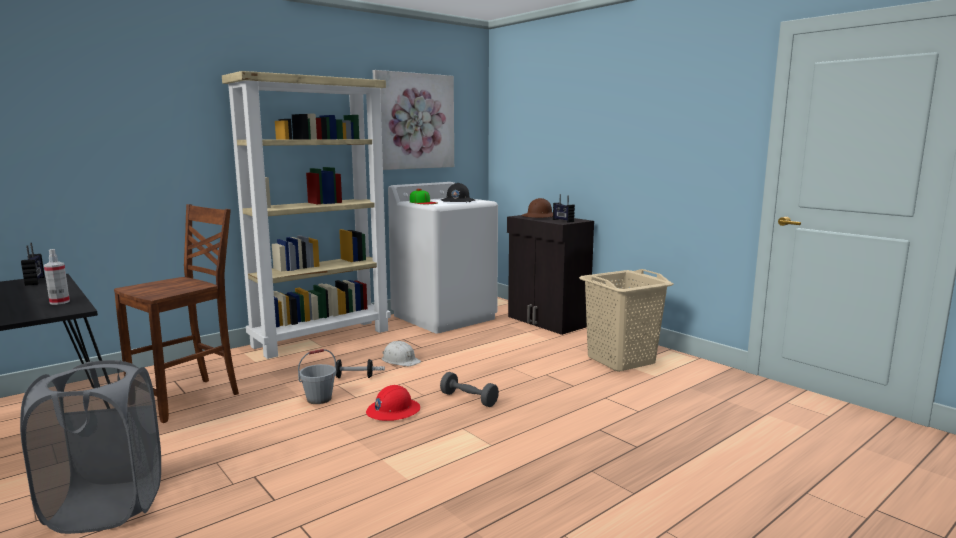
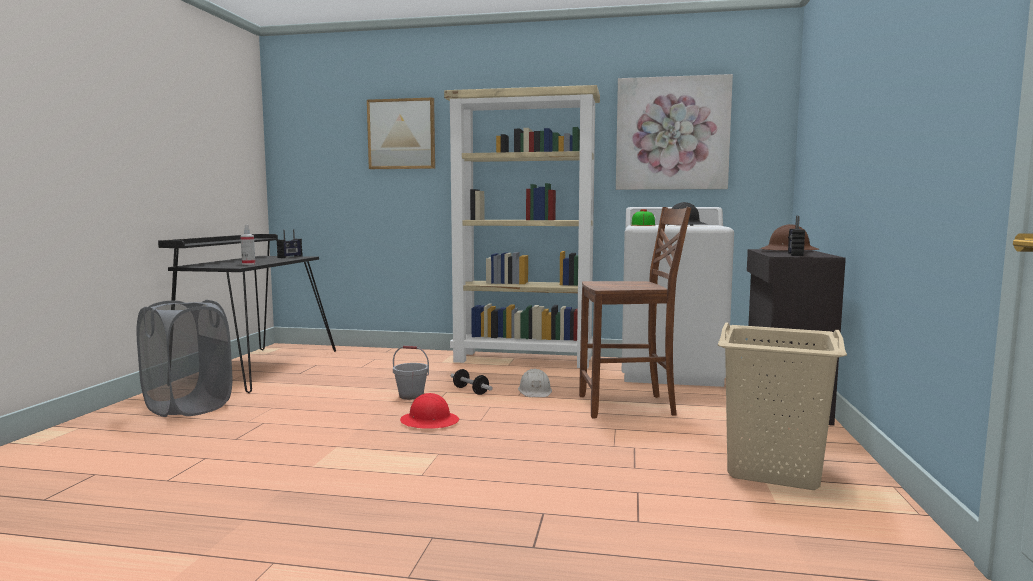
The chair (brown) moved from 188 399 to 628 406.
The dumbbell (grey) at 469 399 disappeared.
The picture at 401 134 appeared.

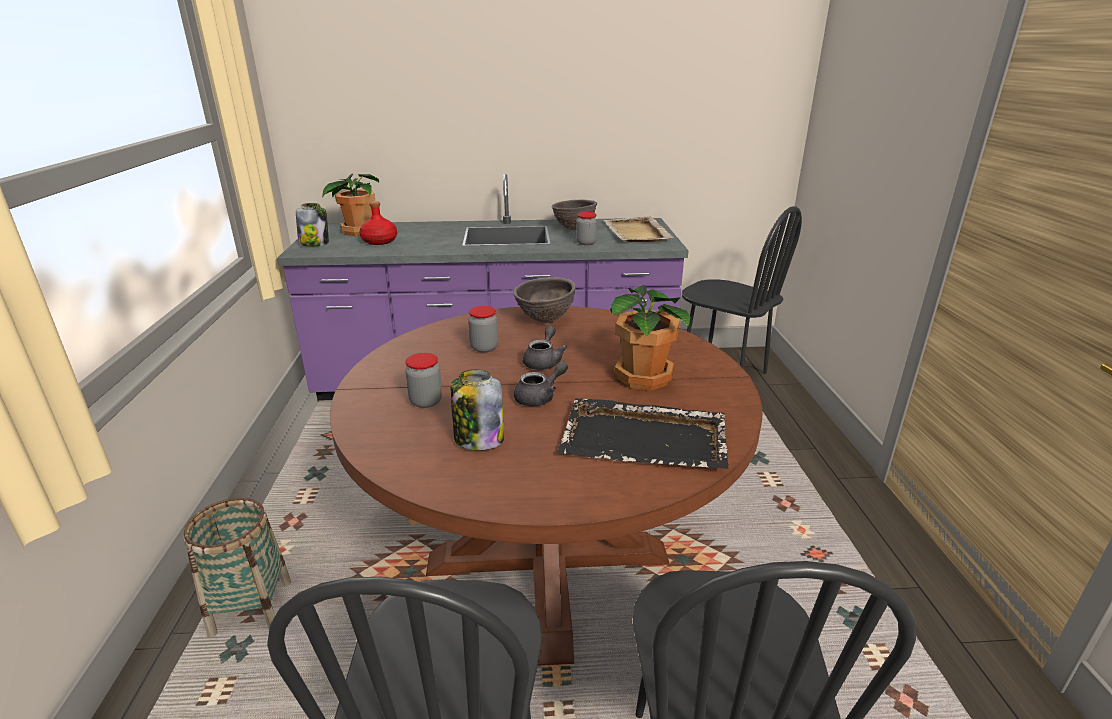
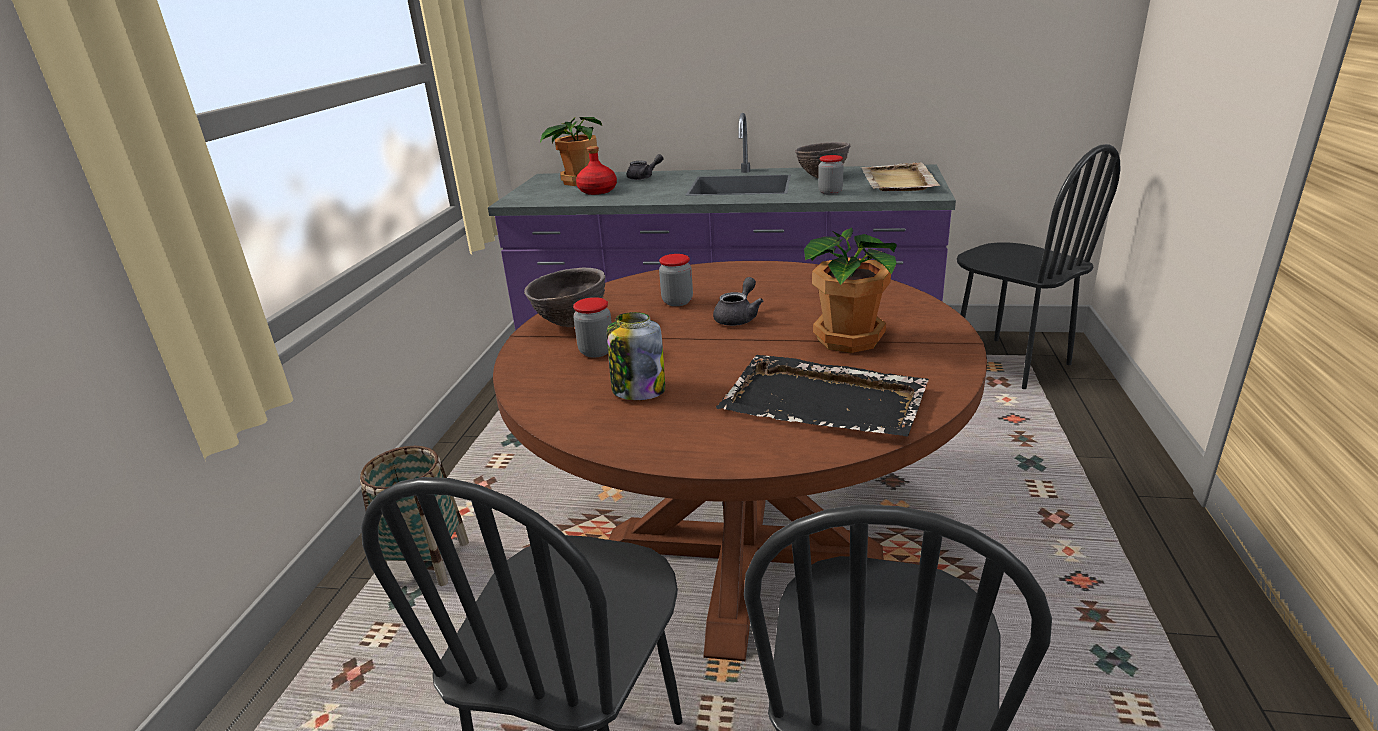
The jar at 315 243 disappeared.
The bowl (brown) moved from 545 320 to 571 324.
The teapot (grey) moved from 540 397 to 644 177.

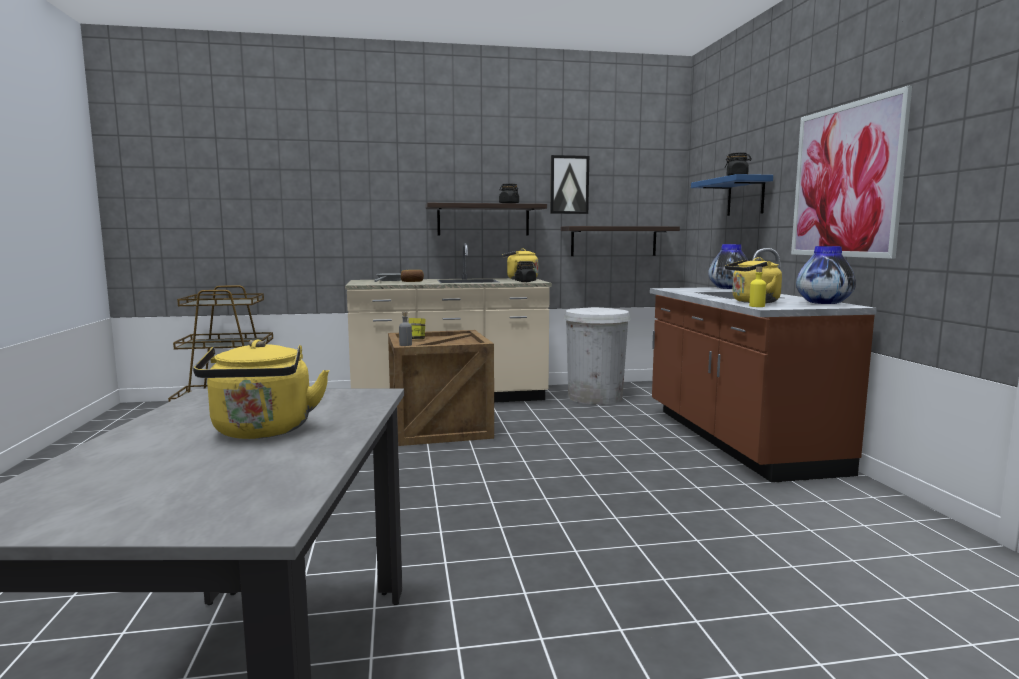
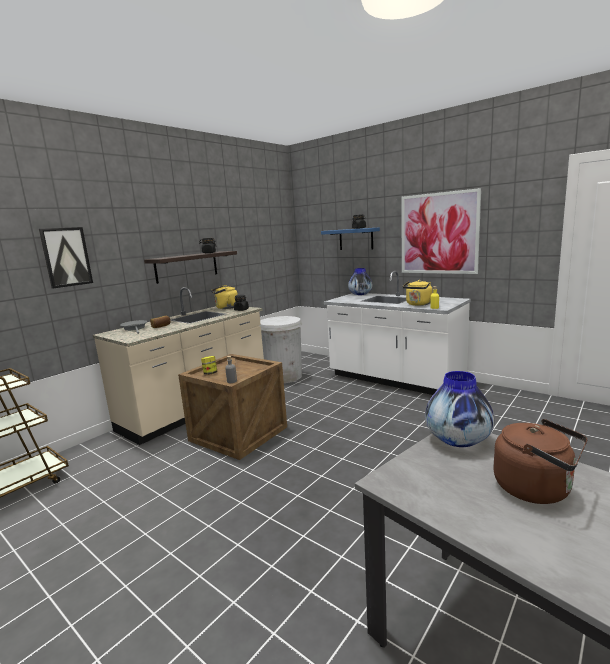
The kettle (yellow) at 262 432 became the kettle (brown) at 536 489.
The picture moved from 569 185 to 66 257.
The shelf at 613 241 disappeared.
The counter (brown) at 736 439 became the counter (white) at 394 379.
The vase moved from 823 303 to 458 440.

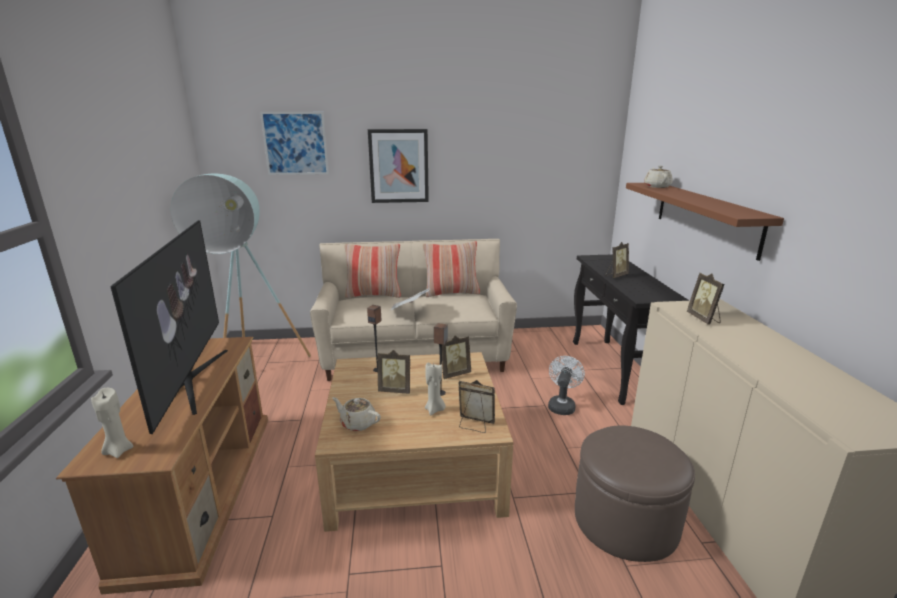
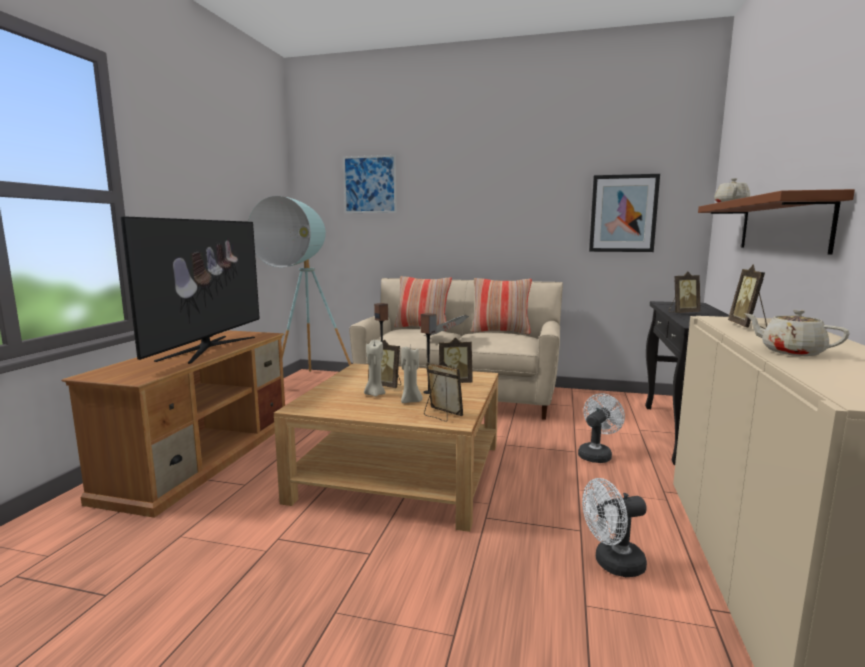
The candle (beige) moved from 118 451 to 374 394.
The teapot (beige) moved from 357 423 to 790 352.
The picture moved from 399 166 to 623 213.
The ottoman (brown) at 625 520 was replaced by the fan (white) at 612 564.

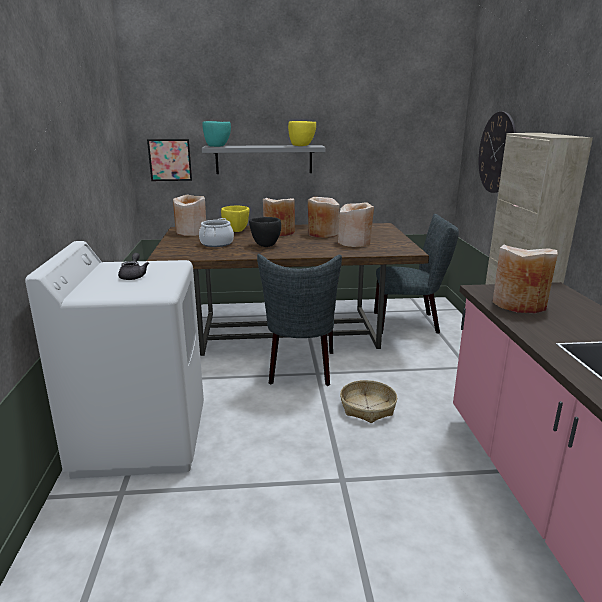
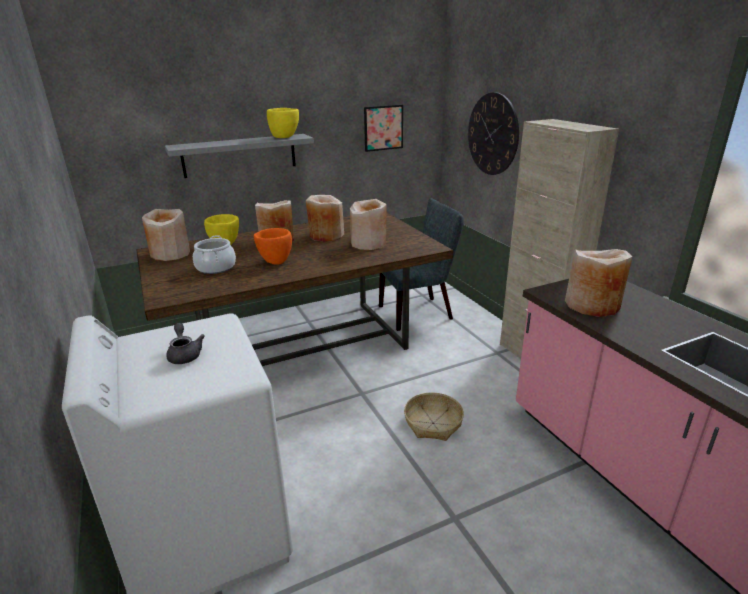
The picture moved from 170 160 to 383 128.
The bowl (turquoise) at 217 146 disappeared.
The bowl (black) at 265 245 became the bowl (orange) at 275 261.
The chair (grey) at 301 370 disappeared.

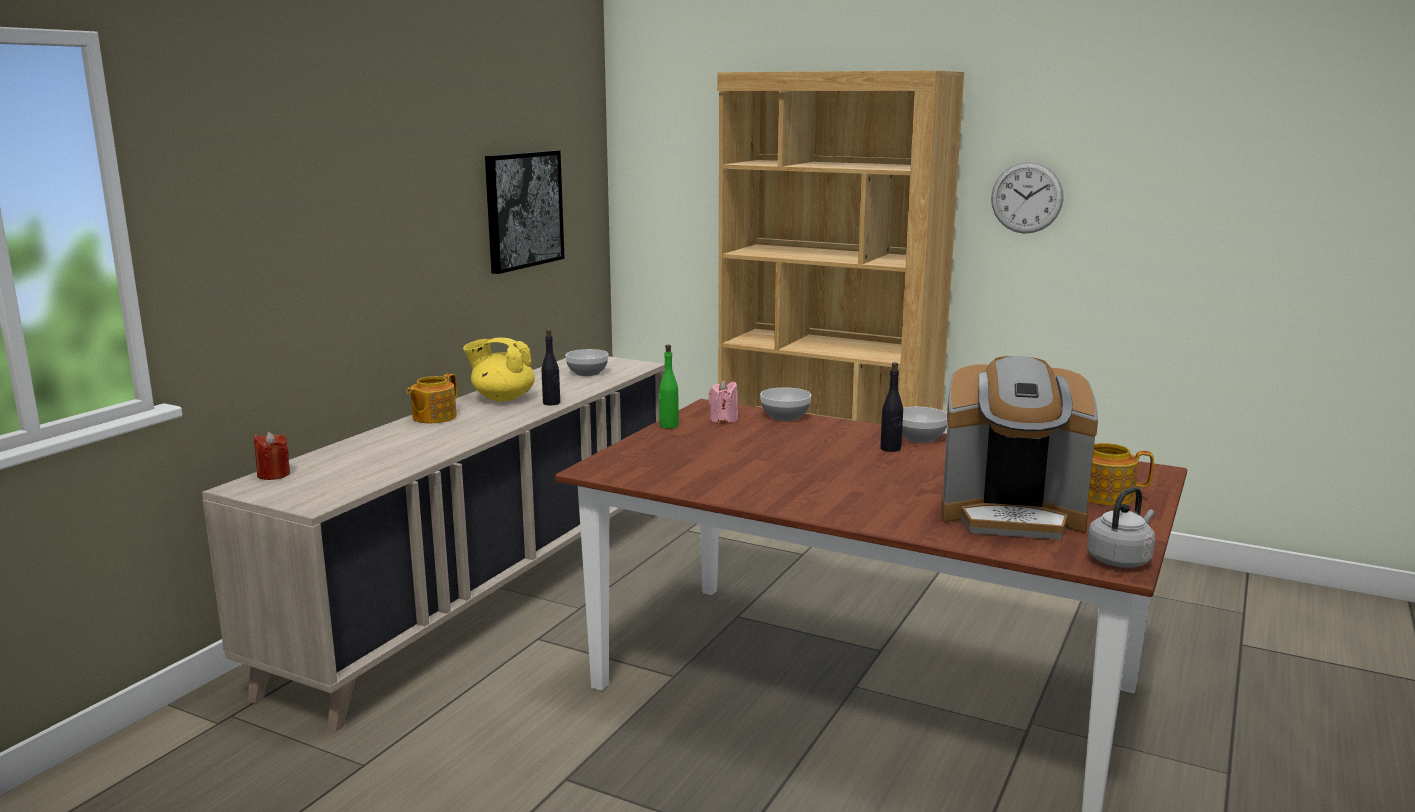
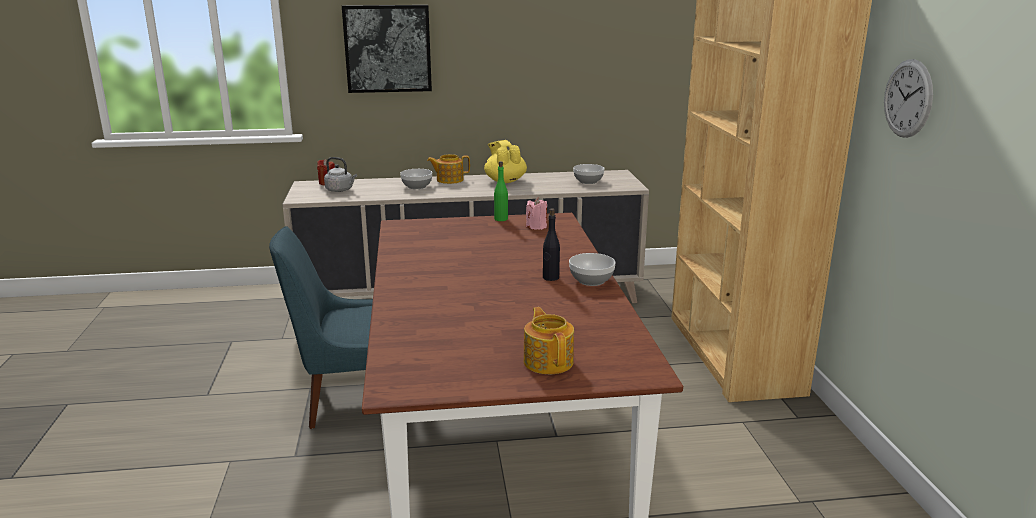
The picture moved from 523 210 to 388 48.
The bottle (black) at 551 403 disappeared.
The bowl moved from 785 416 to 417 186.
The coffee machine at 1012 515 disappeared.
The kettle (grey) moved from 1120 559 to 340 190.
The chair (blue) at 349 400 appeared.

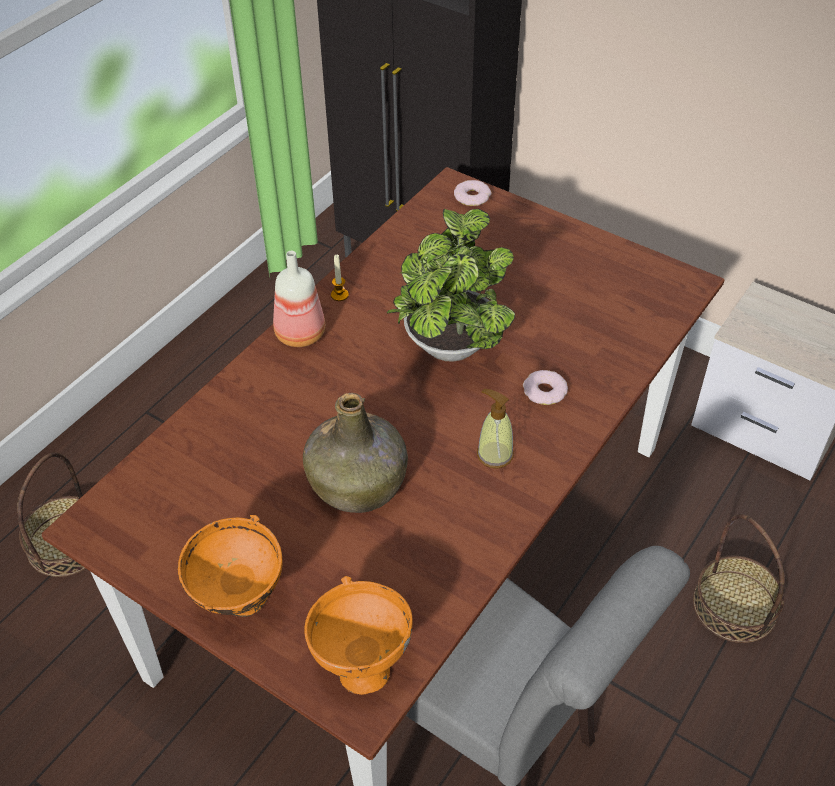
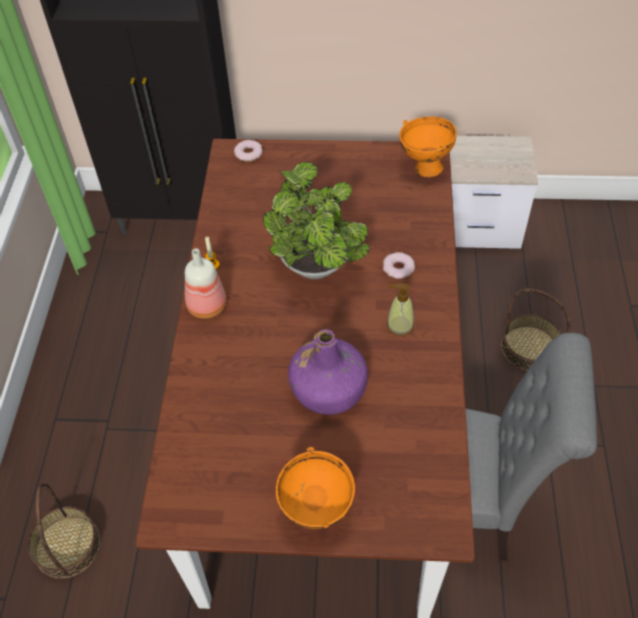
The bottle (green) at 358 482 became the bottle (purple) at 329 389.
The bowl (orange) moved from 361 662 to 423 166.

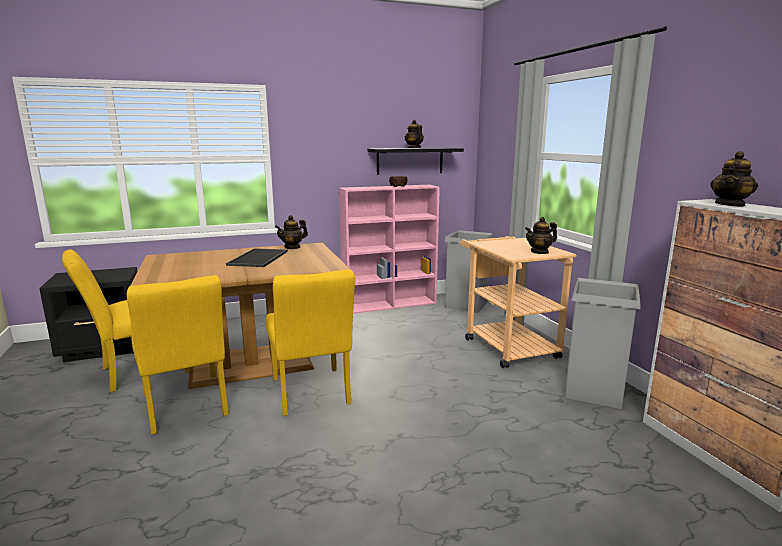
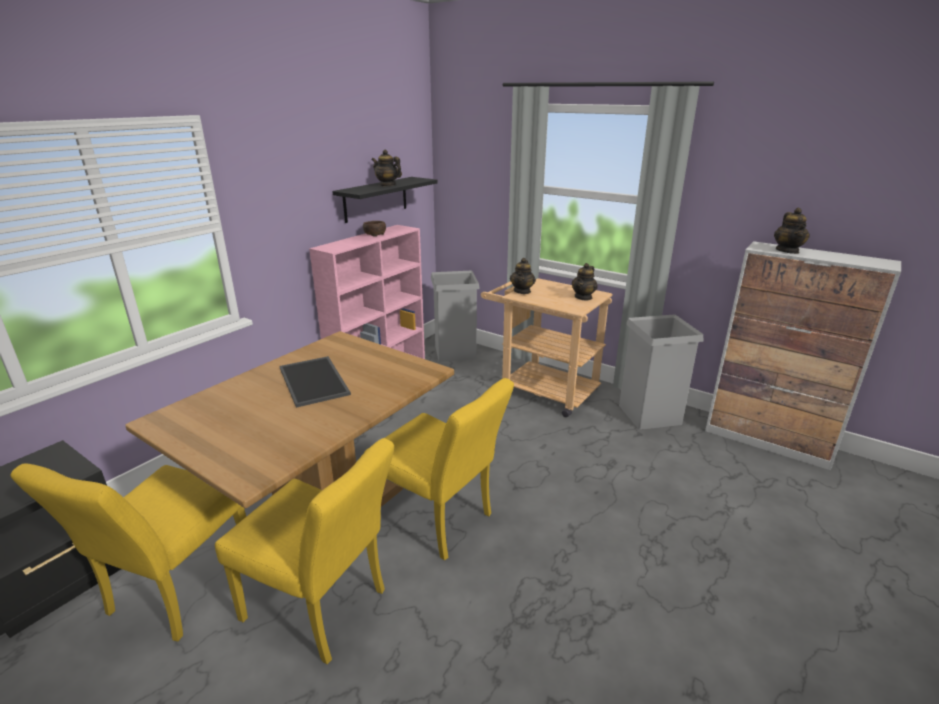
The teapot moved from 292 247 to 522 291.

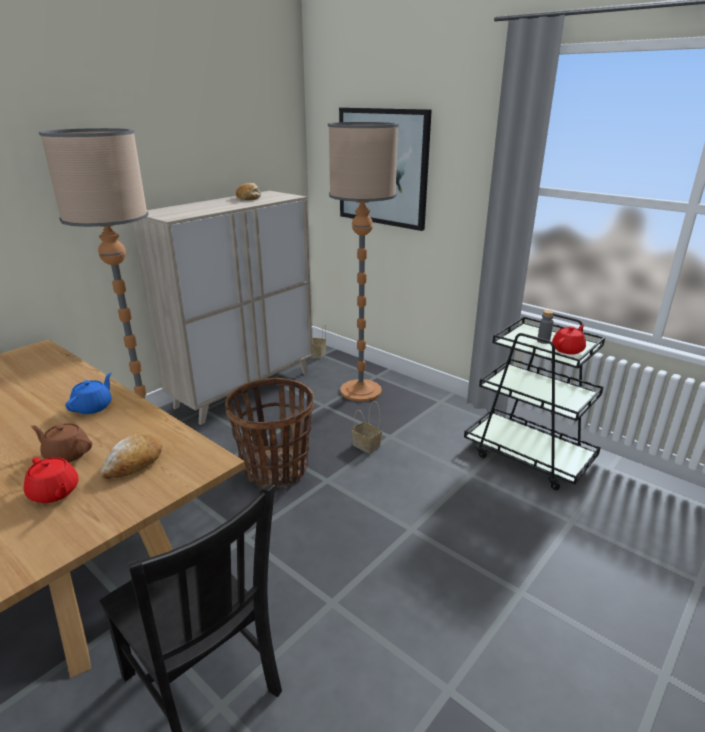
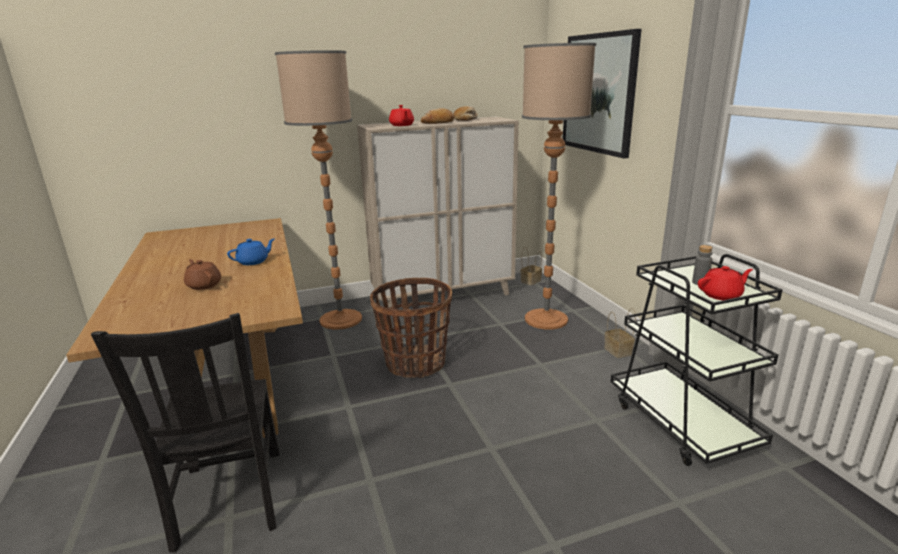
The teapot (red) moved from 54 492 to 402 125.
The bread moved from 134 463 to 438 122.
The basket moved from 367 445 to 618 351.

